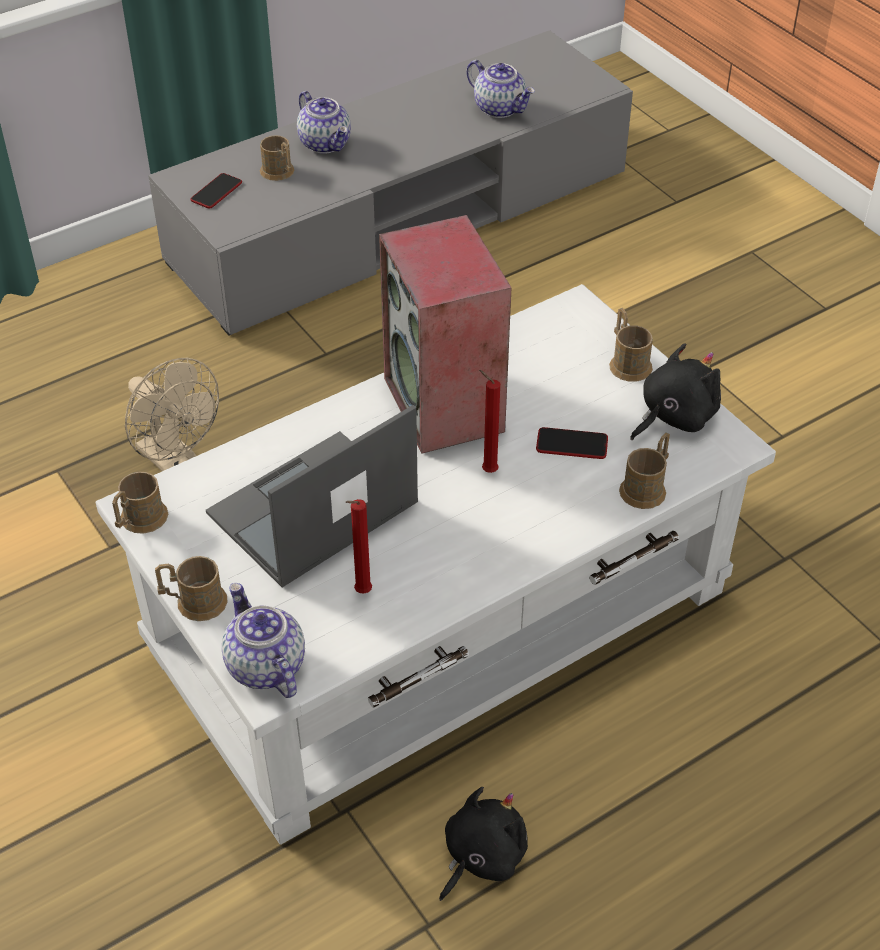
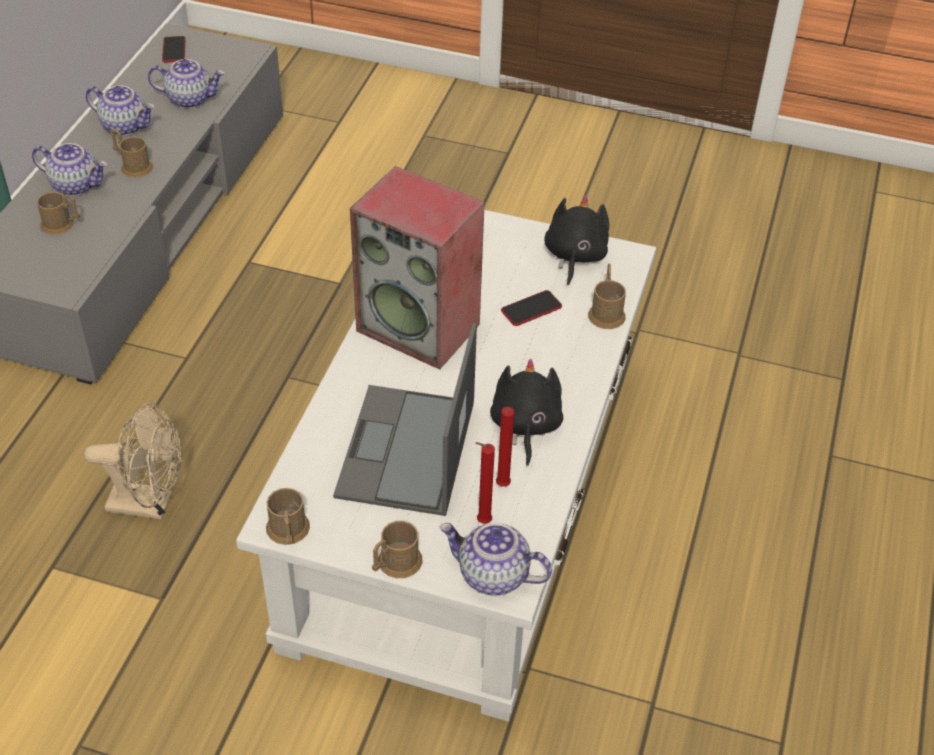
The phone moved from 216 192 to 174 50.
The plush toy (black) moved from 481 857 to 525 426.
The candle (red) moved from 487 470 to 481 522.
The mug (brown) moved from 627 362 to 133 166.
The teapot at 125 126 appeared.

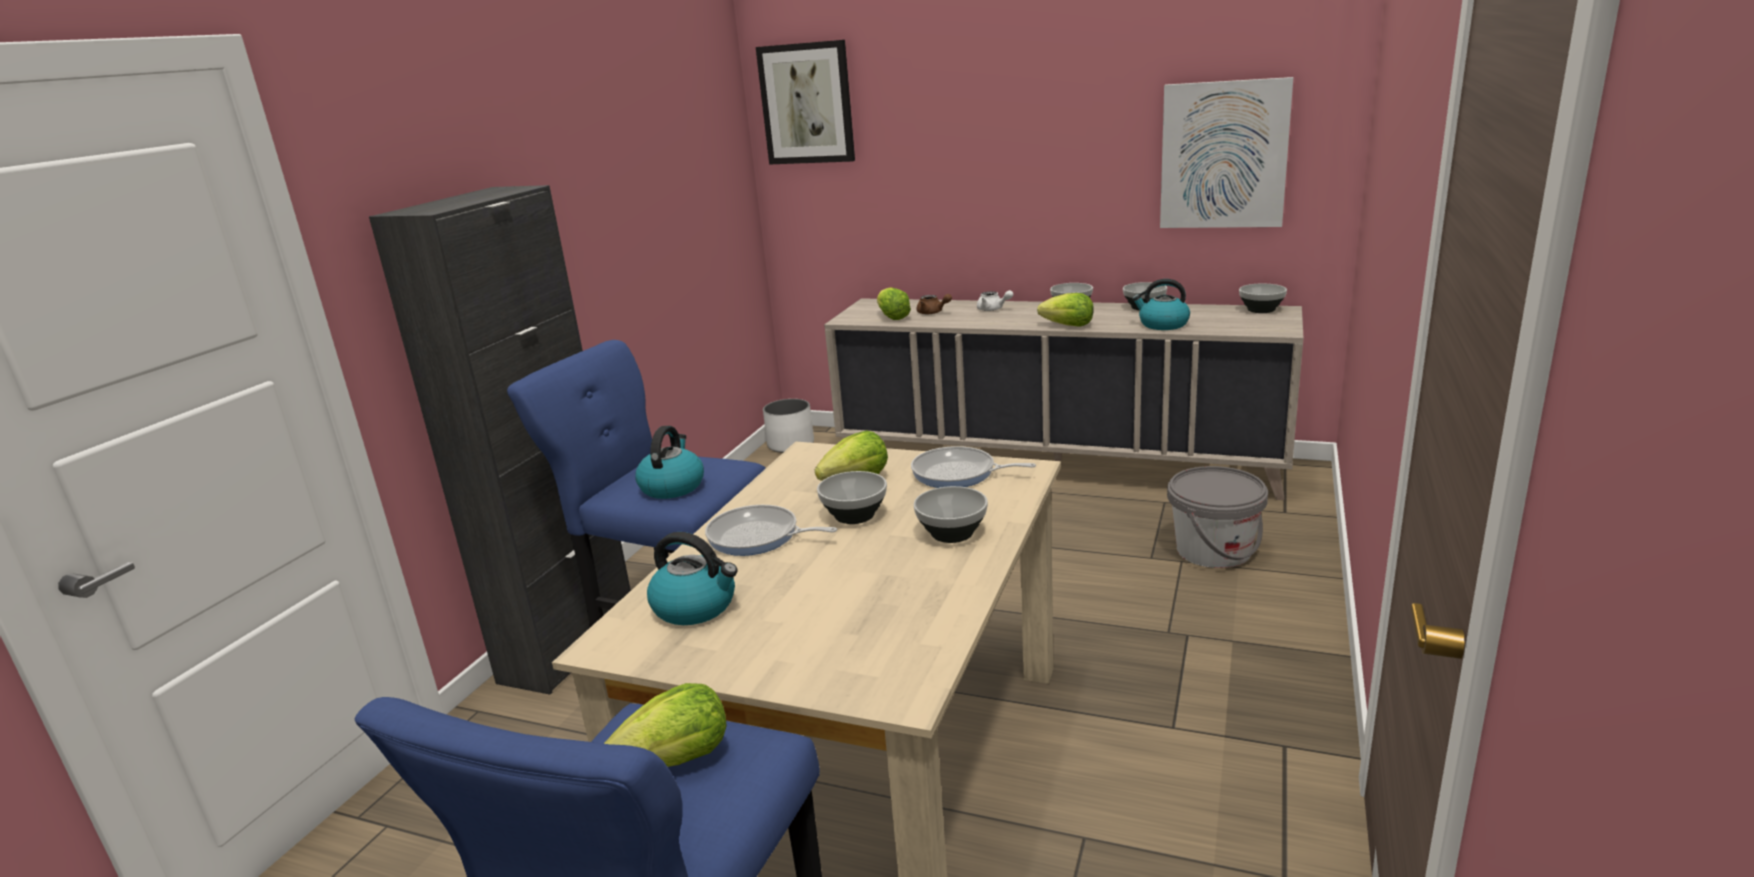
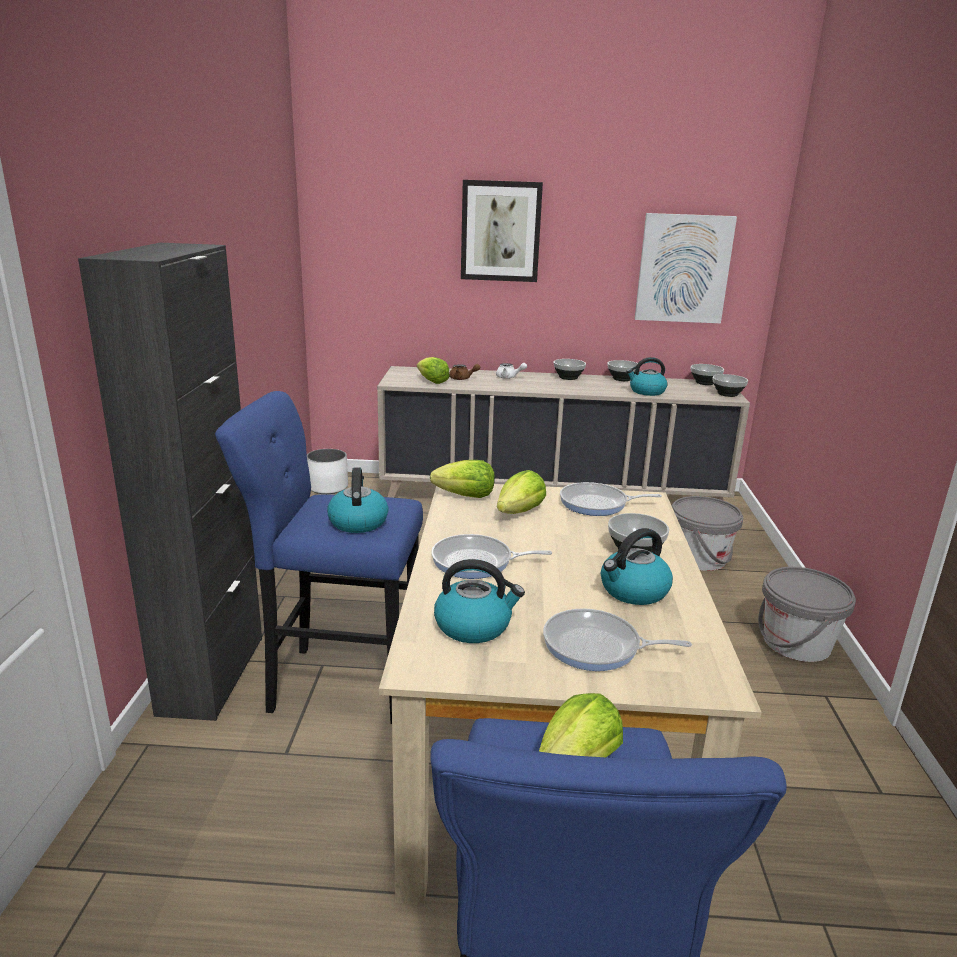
The picture moved from 807 103 to 500 231.
The bowl moved from 854 516 to 727 394.
The lettuce moved from 1068 326 to 466 496.
The frying pan at 597 647 appeared.
The kettle at 633 591 appeared.
The bucket (grey) at 796 643 appeared.

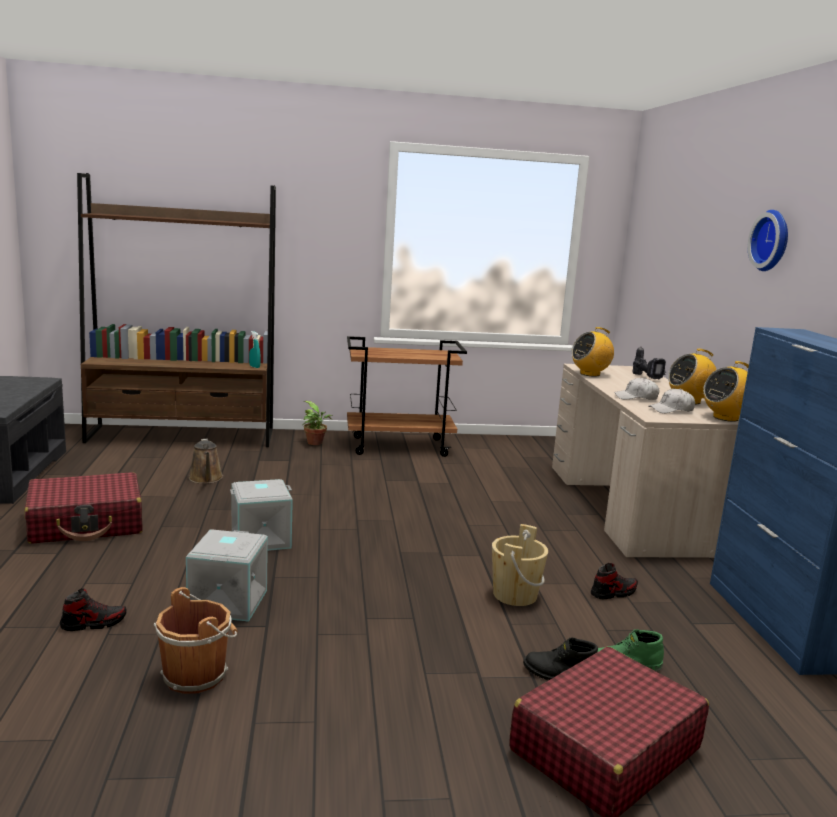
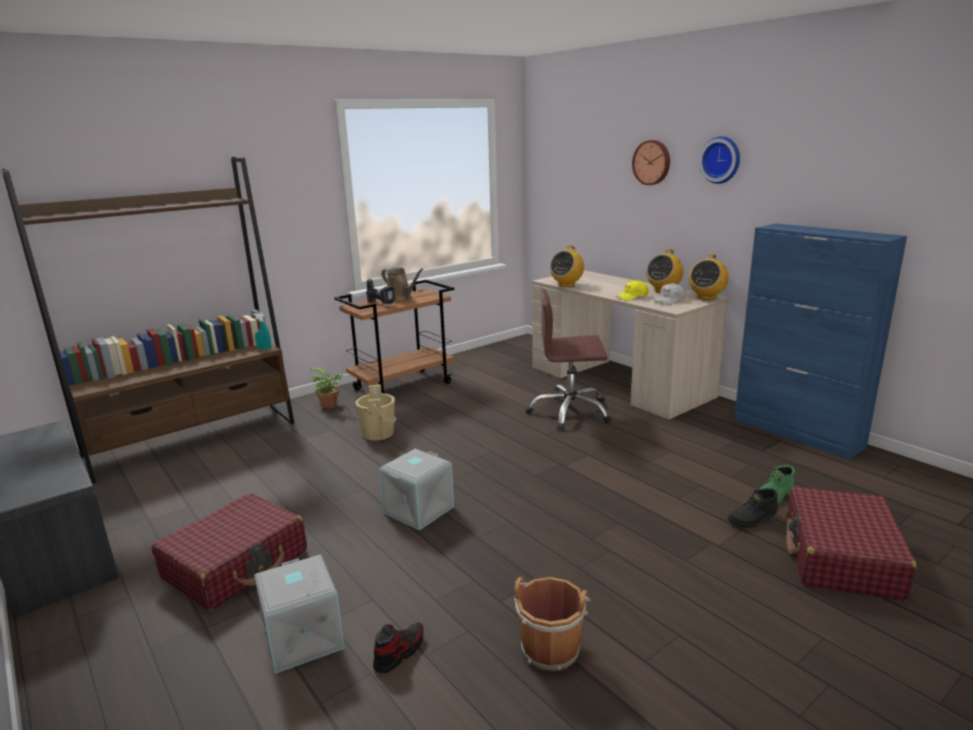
The storage box (grey) moved from 227 601 to 301 638.
The watering can (brown) moved from 206 479 to 400 299.
The bucket (beige) moved from 515 595 to 378 433.
The shoe at 613 593 disappeared.
The cap (white) at 636 397 became the cap (yellow) at 632 296.
The power drill moved from 647 378 to 382 303.
The office chair (brown) at 570 412 appeared.
The wall clock at 652 162 appeared.

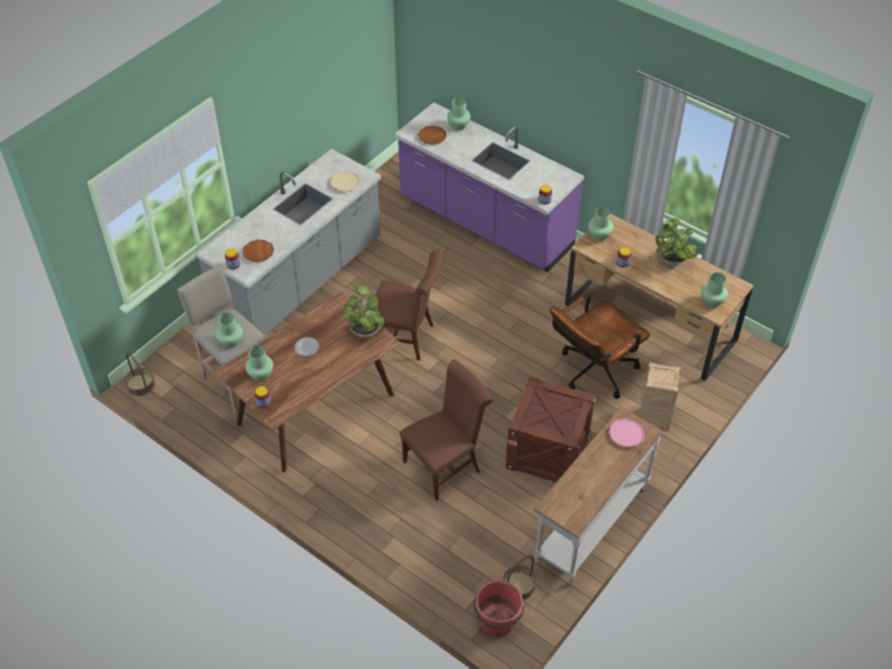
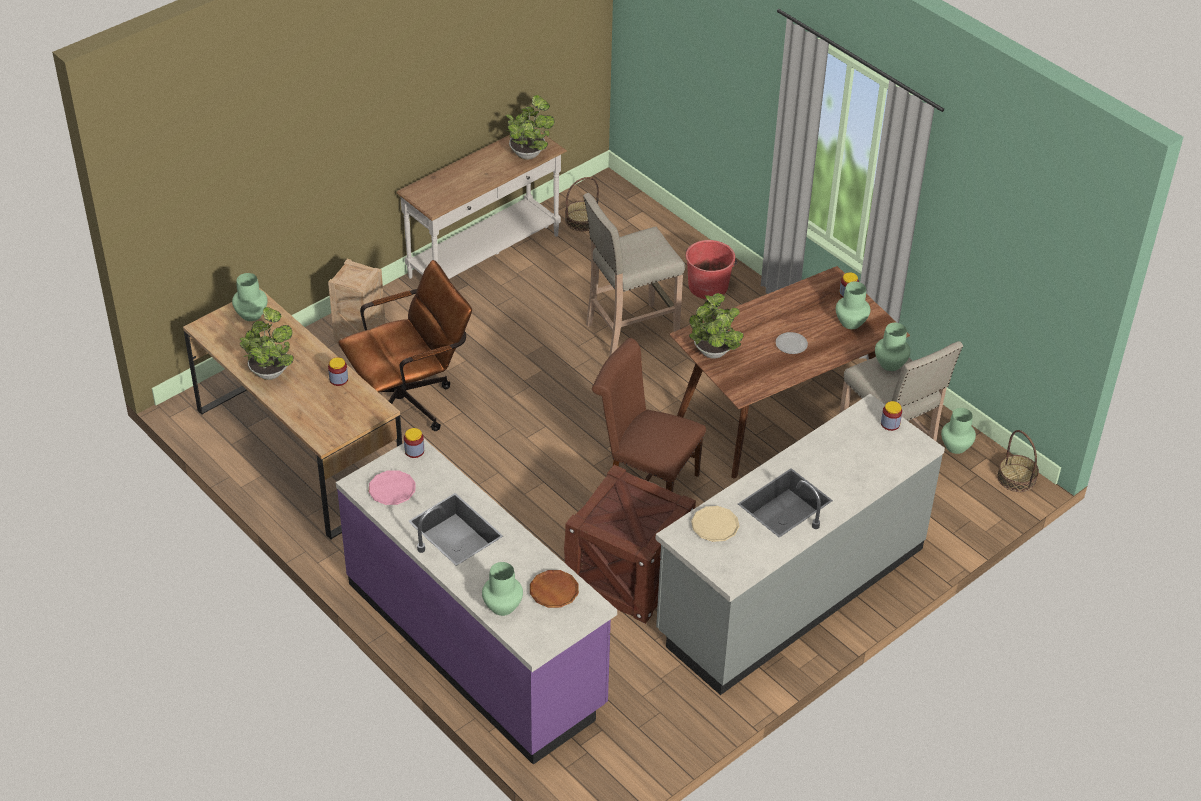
The plate (brown) at 258 252 disappeared.
The chair (brown) at 446 465 was replaced by the stool (beige) at 629 332.
The bucket (red) moved from 498 620 to 708 286.
The crate moved from 547 451 to 628 574.
The vase (green) moved from 599 236 to 955 446.
The plate (pink) moved from 626 434 to 392 490.
The potted plant at 528 152 appeared.

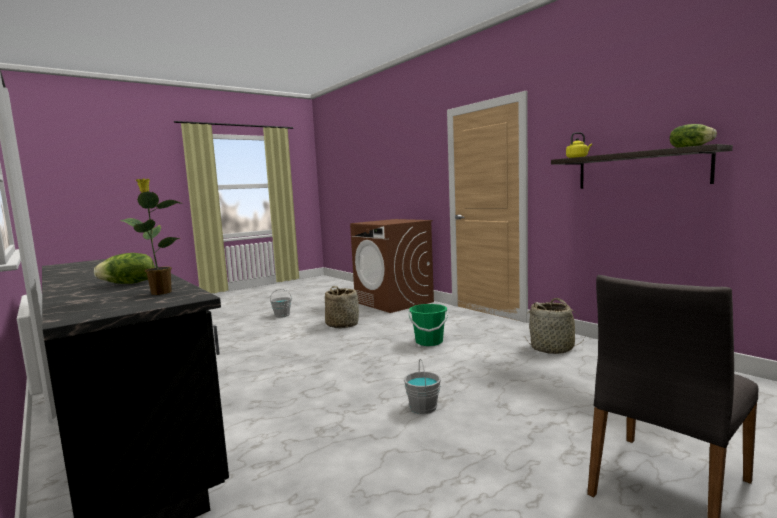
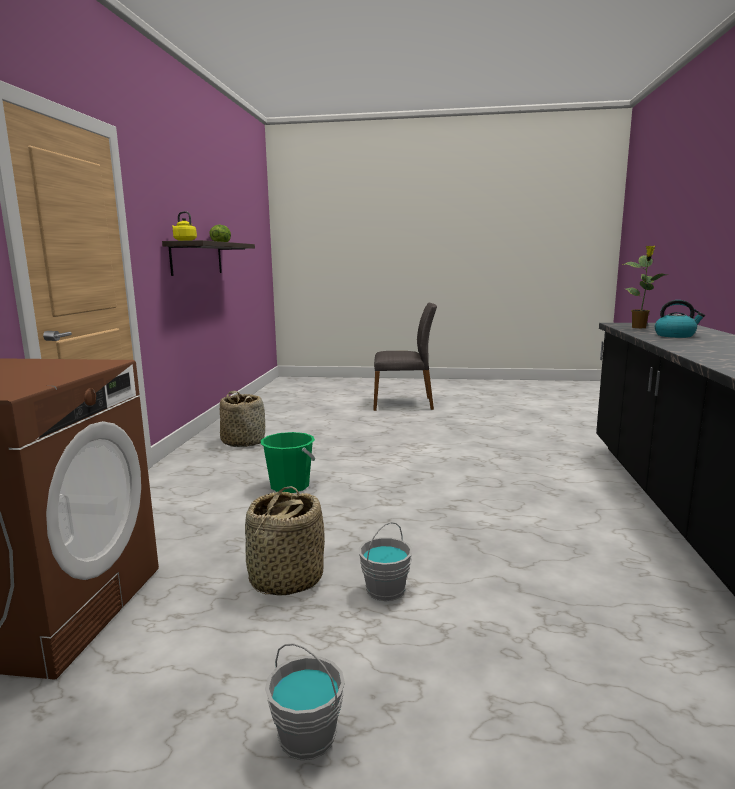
The lettuce at 129 283 was replaced by the kettle at 675 335.
The bucket (grey) moved from 423 407 to 385 589.

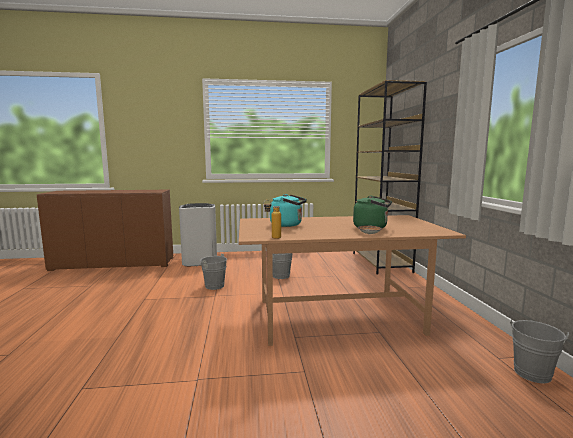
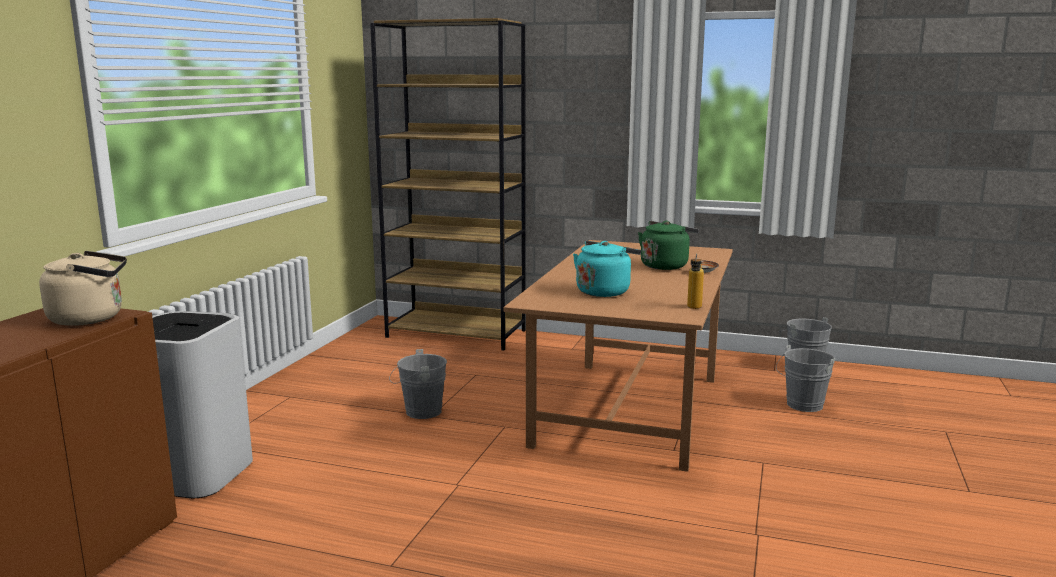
The bucket (grey) moved from 213 285 to 802 406.
The kettle (beige) at 91 318 appeared.

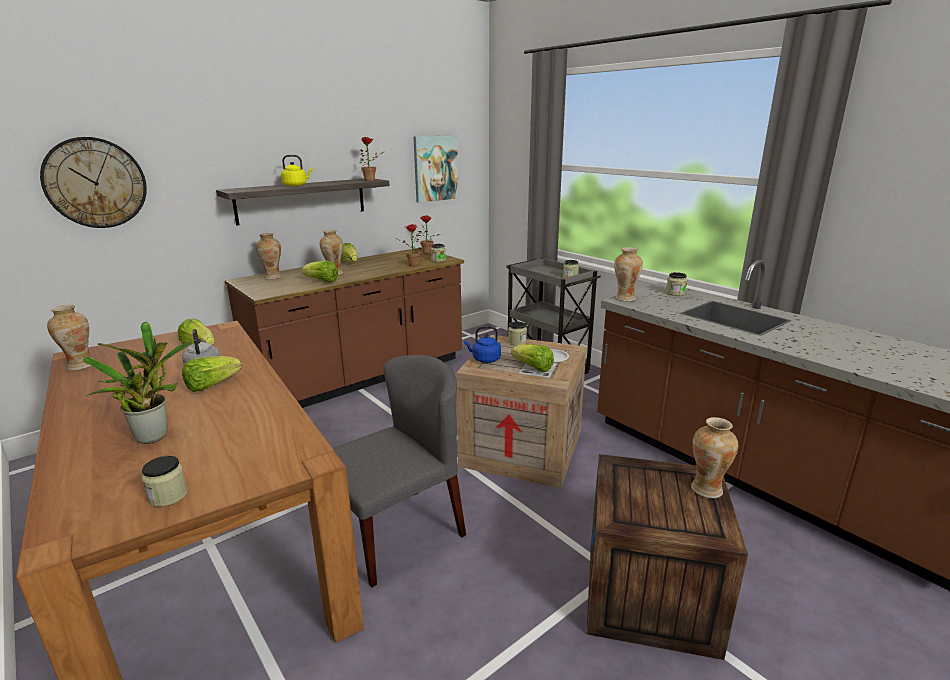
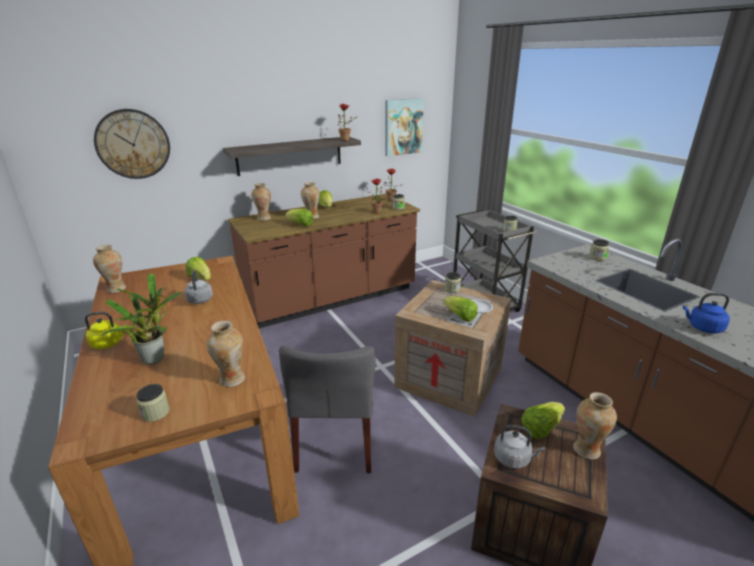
The lettuce moved from 211 385 to 540 428.
The kettle (yellow) moved from 296 185 to 109 343.
The chair (grey) at 397 533 turned 120 degrees clockwise.
The kettle (blue) moved from 484 359 to 703 328.
The vase moved from 624 299 to 231 379.
The kettle (grey) at 514 458 appeared.

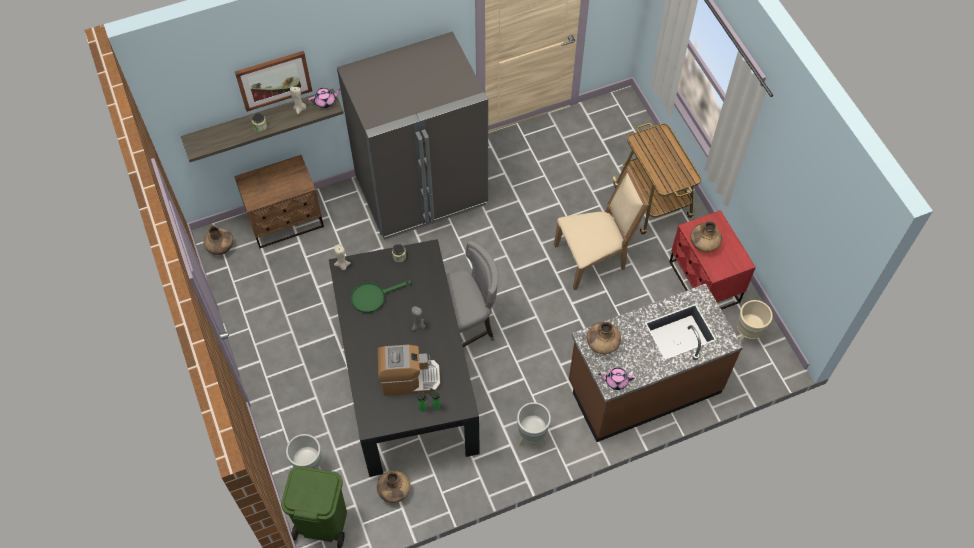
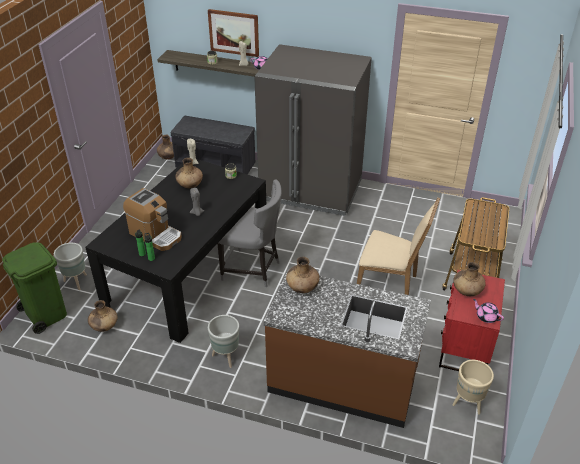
The nightstand (brown) at 286 222 was replaced by the bench (grey) at 216 164.
The frying pan (green) at 373 297 was replaced by the vase (brown) at 190 185.
The teapot (pink) moved from 616 381 to 486 317.

